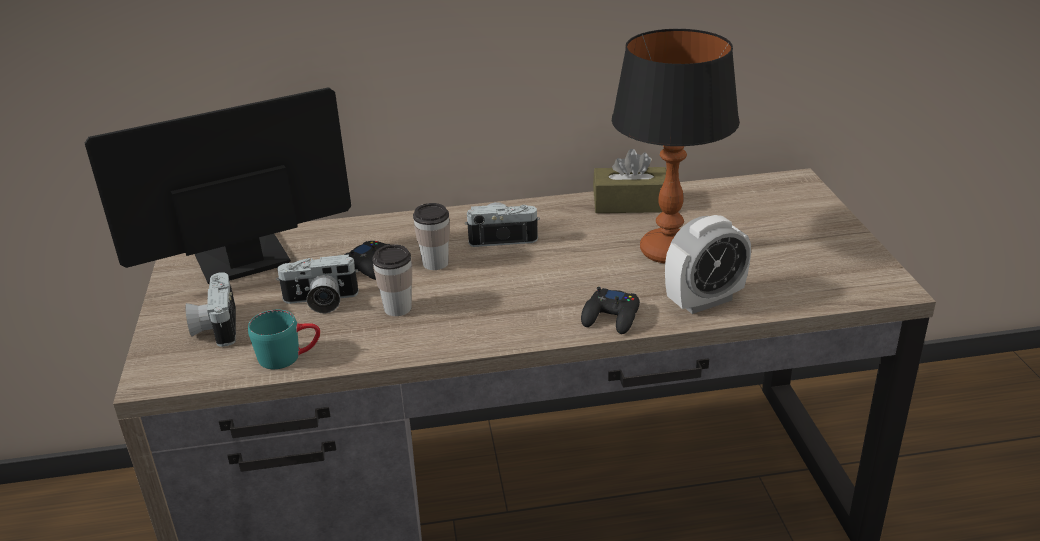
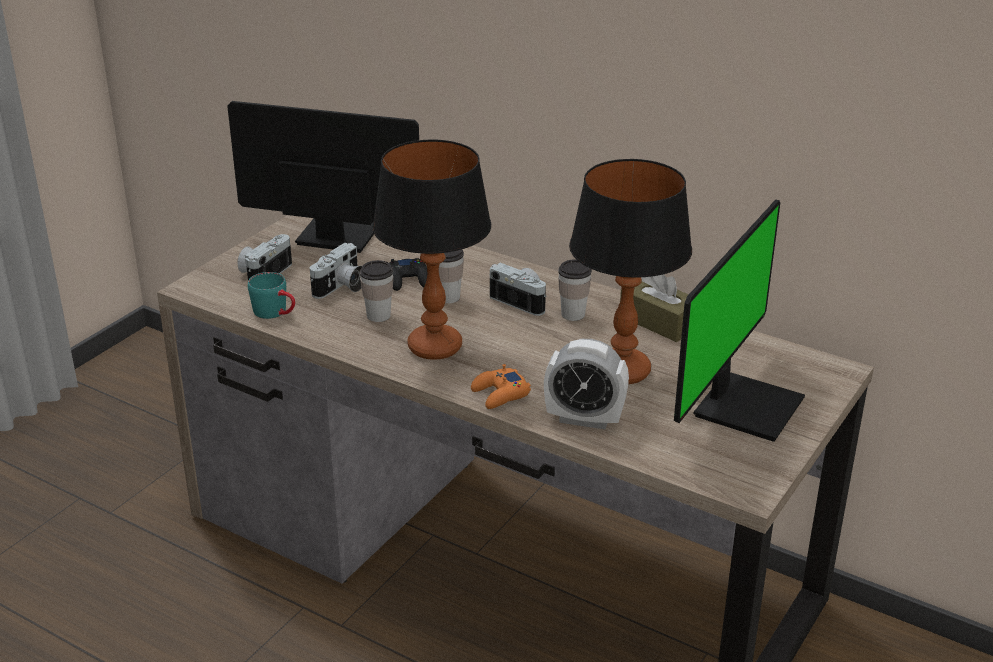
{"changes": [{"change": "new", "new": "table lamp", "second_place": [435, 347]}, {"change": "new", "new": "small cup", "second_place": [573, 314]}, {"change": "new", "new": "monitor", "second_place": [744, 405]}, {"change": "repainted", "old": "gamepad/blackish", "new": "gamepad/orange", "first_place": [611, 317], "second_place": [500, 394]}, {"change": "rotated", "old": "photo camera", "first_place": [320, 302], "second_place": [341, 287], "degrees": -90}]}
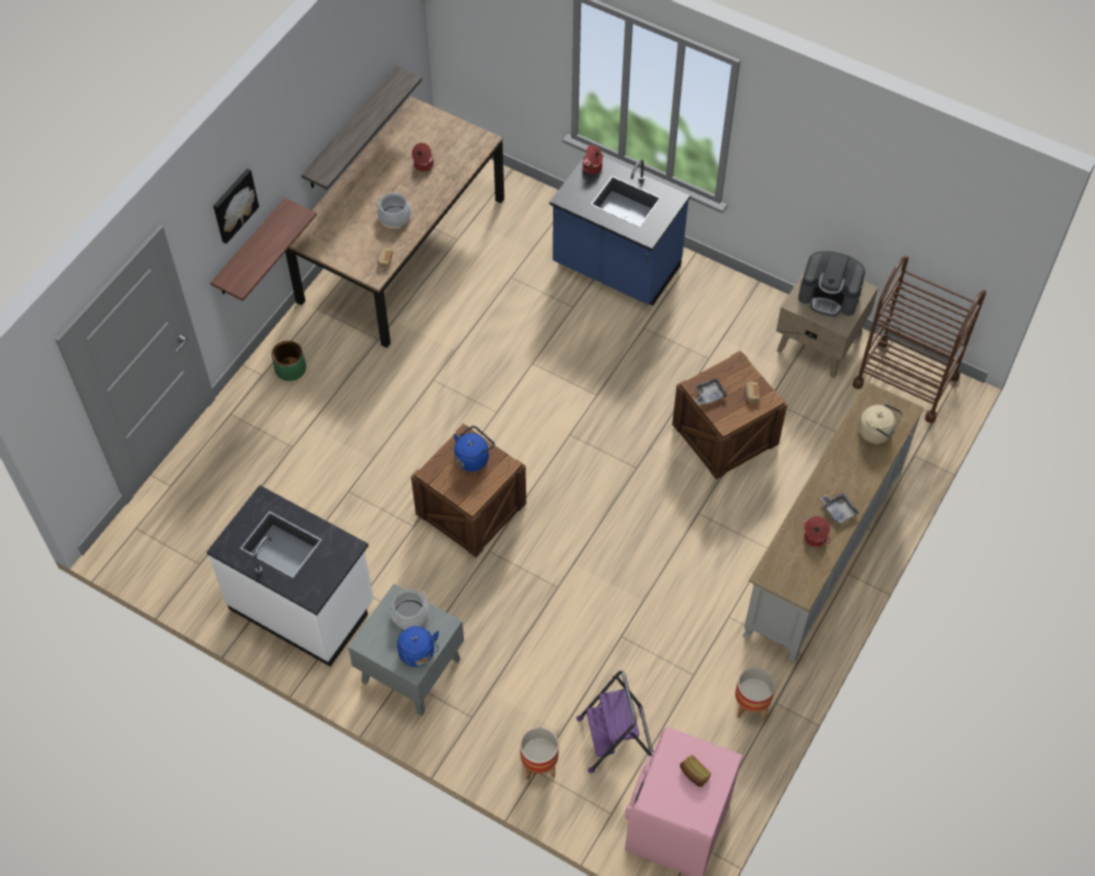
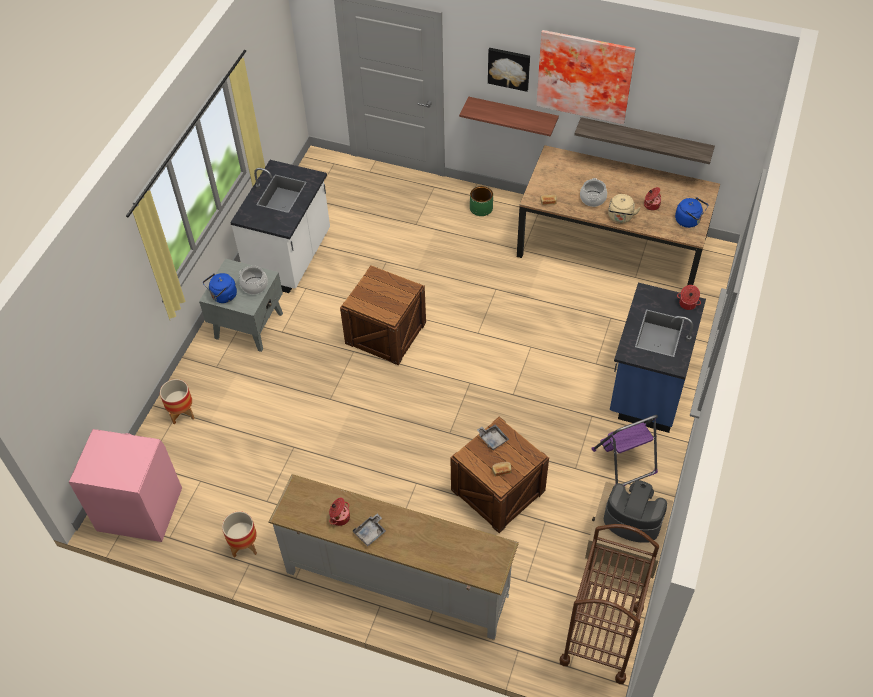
{"changes": [{"change": "gone", "old": "bakery bread", "first_place": [694, 774]}, {"change": "new", "new": "picture", "second_place": [585, 75]}, {"change": "shifted", "old": "water kettle/bluish", "first_place": [473, 457], "second_place": [689, 221]}, {"change": "shifted", "old": "stepladder/purplish", "first_place": [619, 738], "second_place": [625, 462]}, {"change": "shifted", "old": "water kettle/beige-coloured", "first_place": [877, 432], "second_place": [620, 217]}, {"change": "rotated", "old": "coffee machine", "first_place": [829, 296], "second_place": [632, 519], "degrees": 105}]}
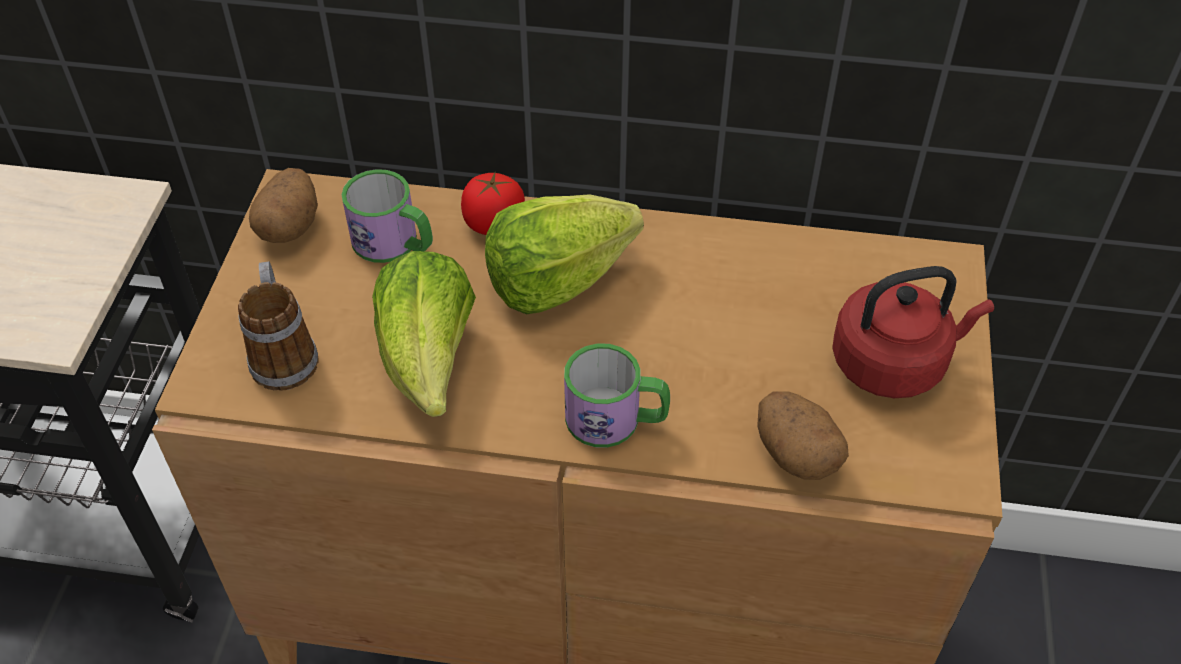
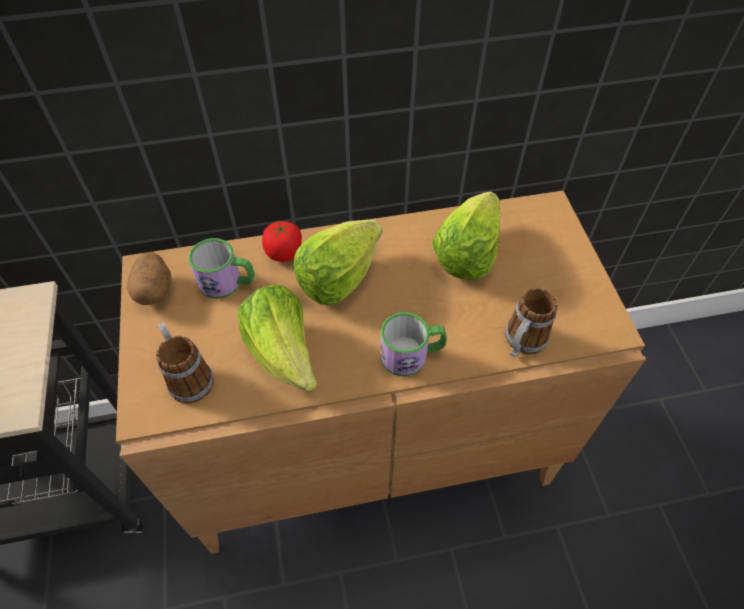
{"changes": [{"change": "gone", "old": "water kettle/red", "first_place": [894, 363]}, {"change": "new", "new": "lettuce head", "second_place": [467, 254]}, {"change": "swapped", "old": "potato", "new": "mug", "first_place": [796, 453], "second_place": [521, 343]}]}
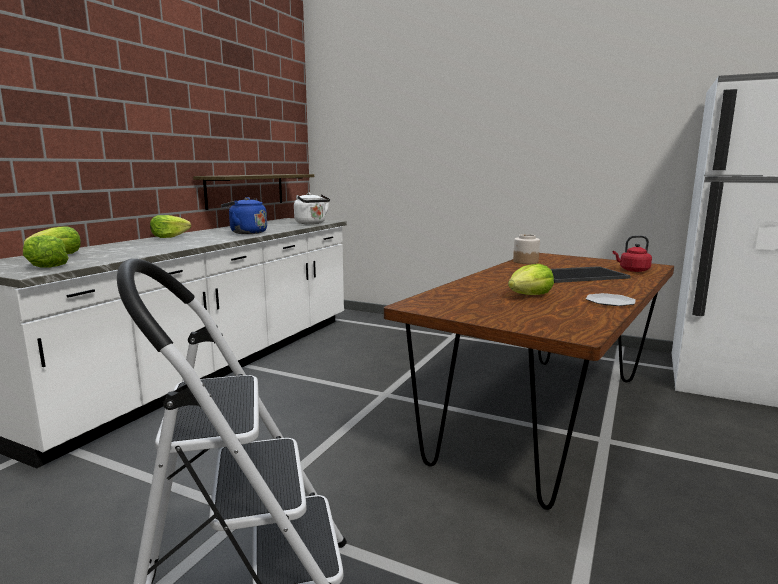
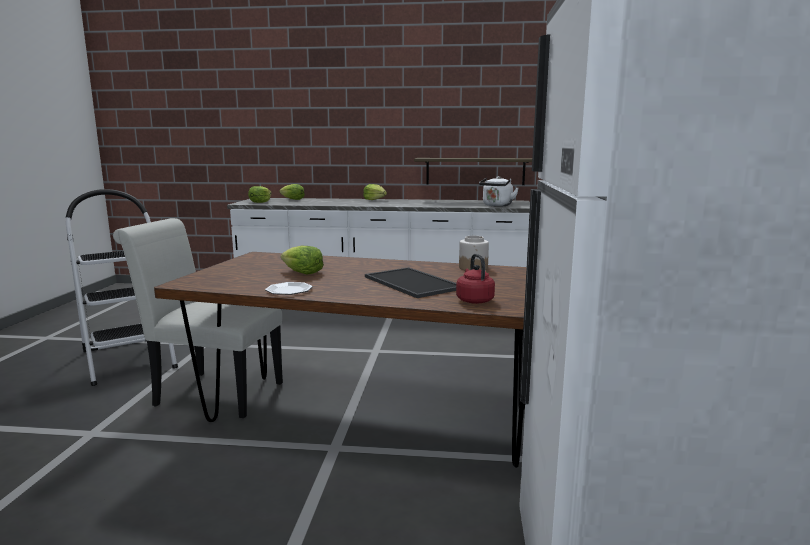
{"changes": [{"change": "gone", "old": "water kettle/bluish", "first_place": [246, 233]}, {"change": "new", "new": "plain chair/white-coloured", "second_place": [212, 393]}]}
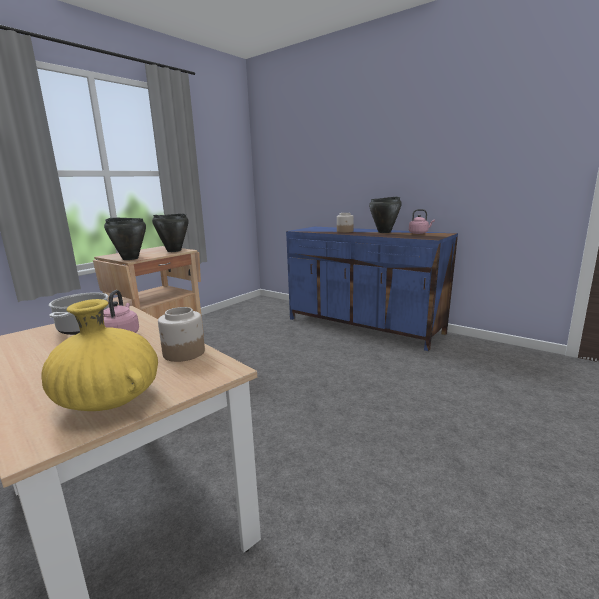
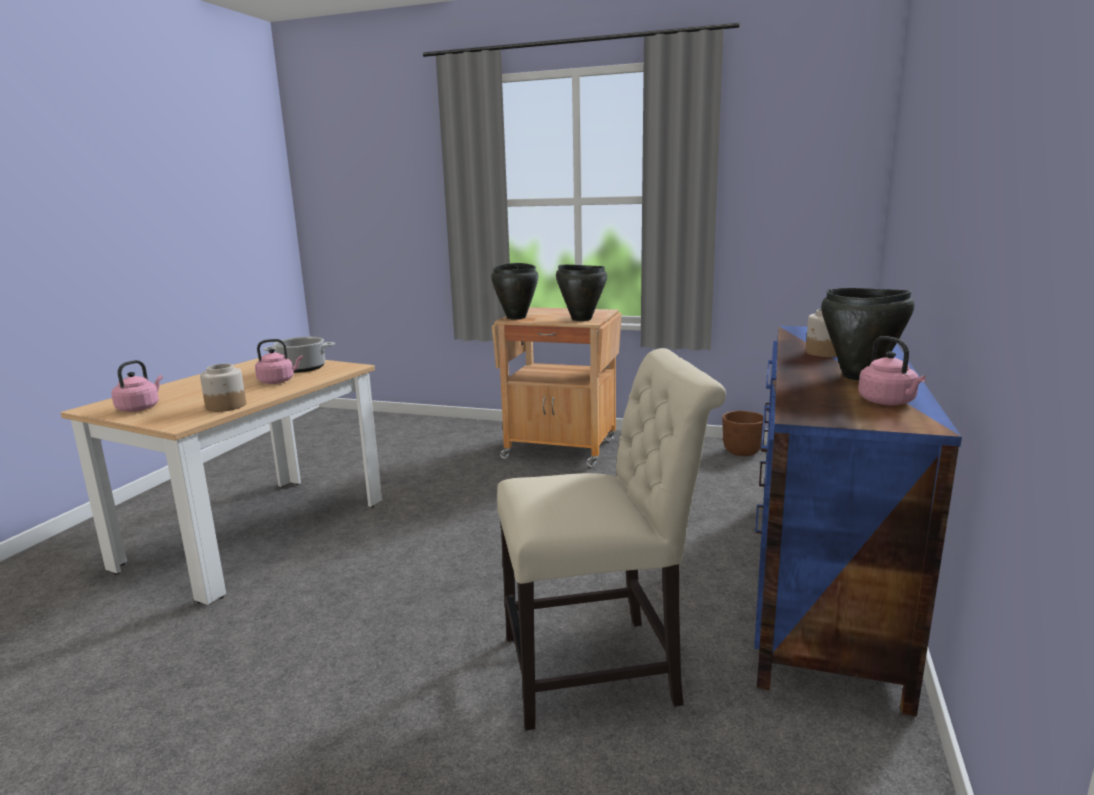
{"changes": [{"change": "new", "new": "plain chair/beige-coloured", "second_place": [602, 670]}, {"change": "new", "new": "flower pot/brownish", "second_place": [742, 452]}, {"change": "swapped", "old": "decorative vase/yellow", "new": "water kettle/pink-coloured", "first_place": [109, 401], "second_place": [140, 408]}]}
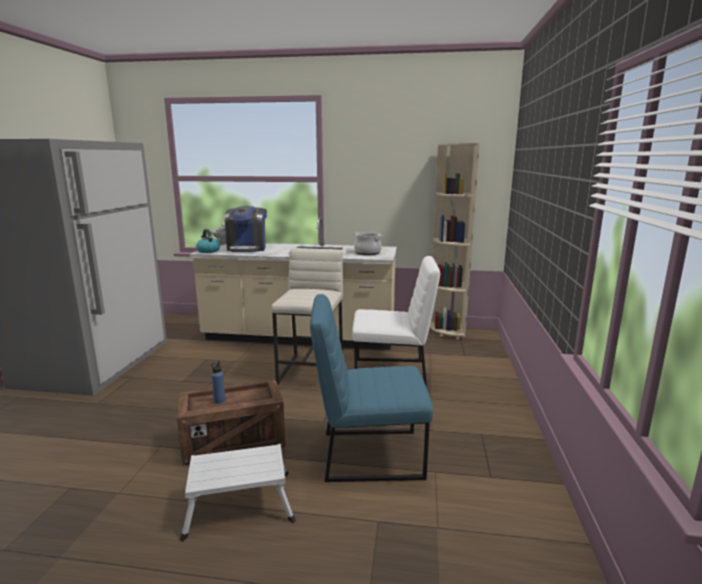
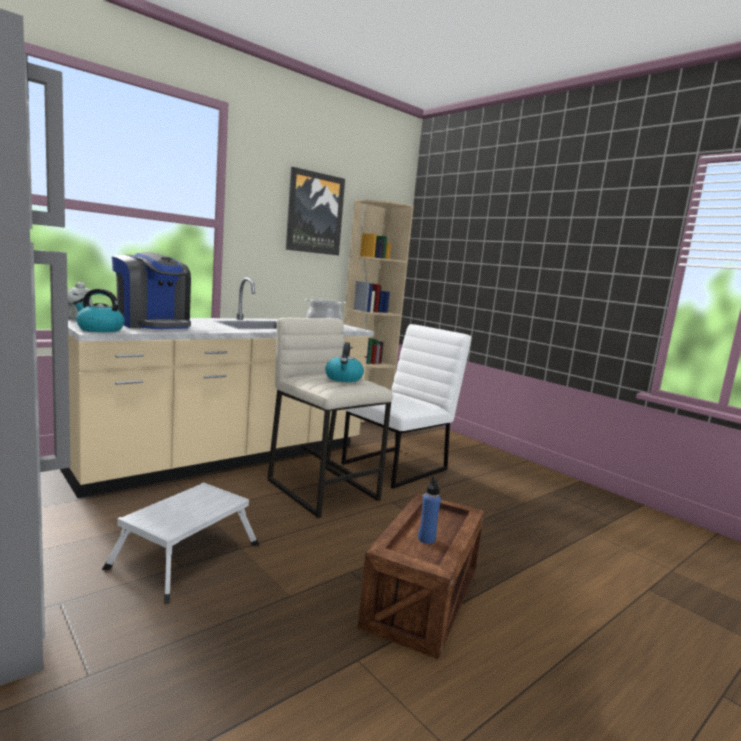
{"changes": [{"change": "gone", "old": "plain chair/bluish", "first_place": [368, 454]}, {"change": "new", "new": "picture", "second_place": [314, 213]}, {"change": "new", "new": "water kettle", "second_place": [343, 379]}, {"change": "shifted", "old": "stepladder/white-coloured", "first_place": [238, 504], "second_place": [185, 556]}]}
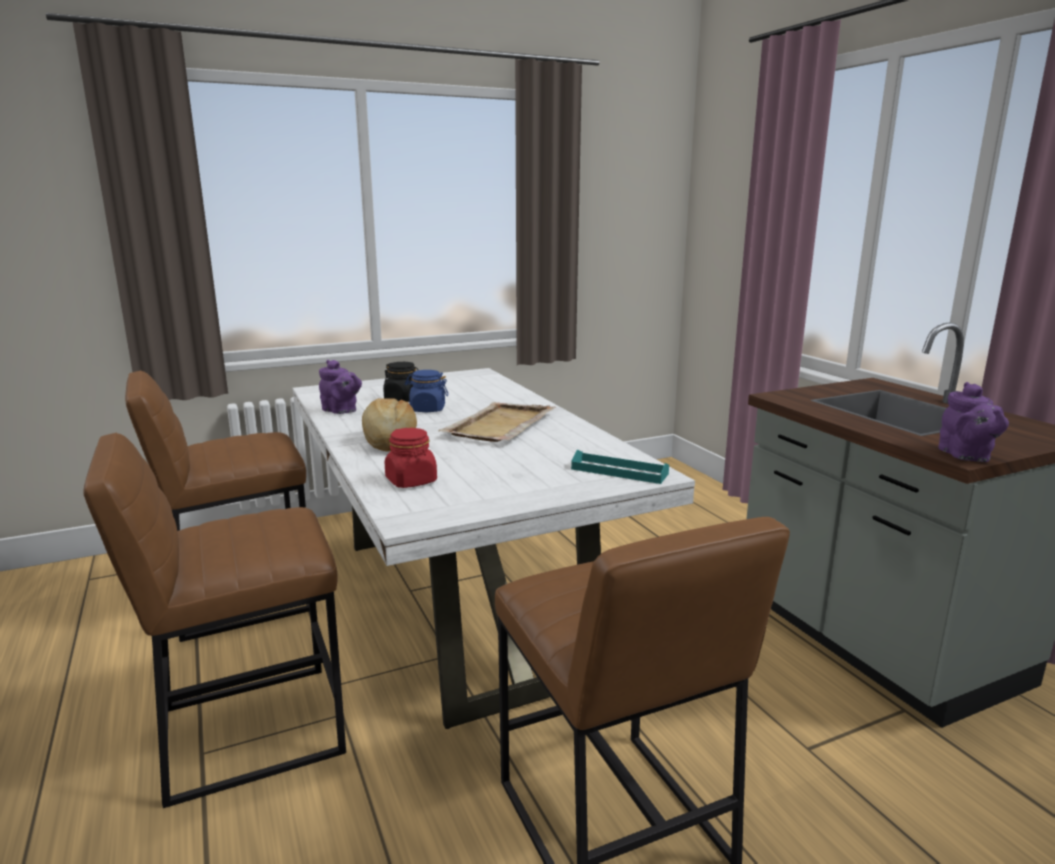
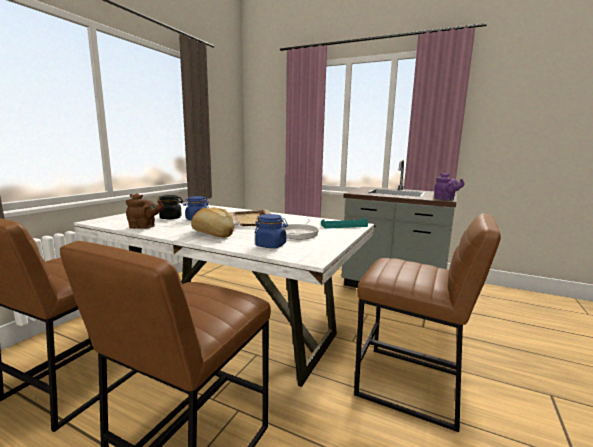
{"changes": [{"change": "new", "new": "skillet", "second_place": [299, 233]}, {"change": "repainted", "old": "tea pot/purplish", "new": "tea pot/brownish", "first_place": [341, 411], "second_place": [144, 227]}, {"change": "repainted", "old": "storage jar/red", "new": "storage jar/bluish", "first_place": [411, 481], "second_place": [271, 245]}]}
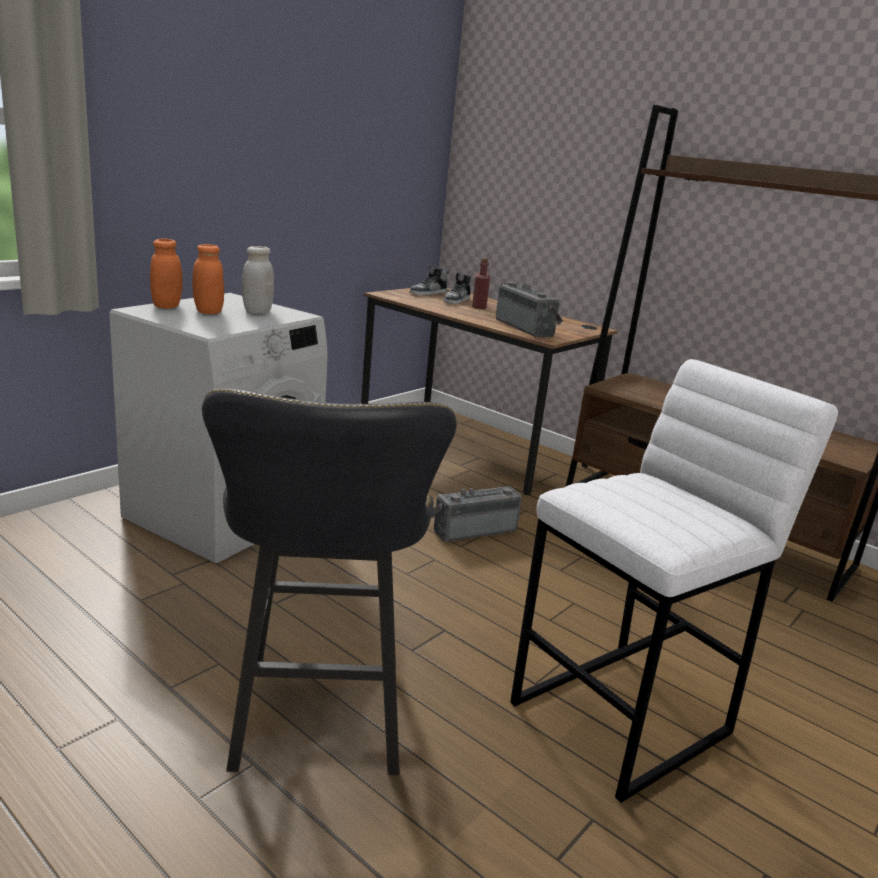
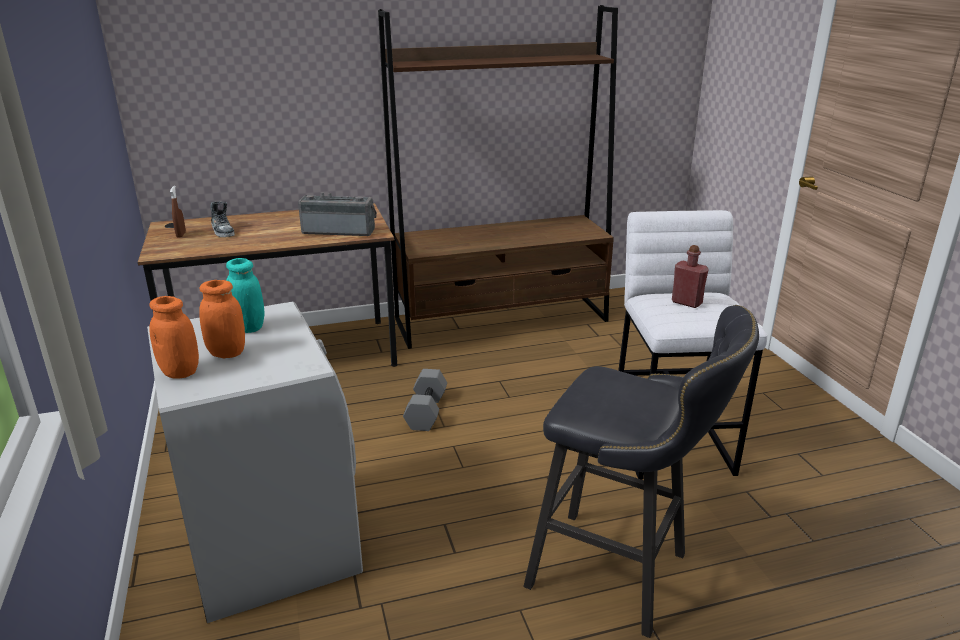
{"changes": [{"change": "shifted", "old": "beverage bottle/red", "first_place": [479, 306], "second_place": [686, 302]}, {"change": "swapped", "old": "shoe", "new": "sprayer/brownish", "first_place": [428, 293], "second_place": [181, 235]}, {"change": "swapped", "old": "radio receiver", "new": "dumbbell/grey", "first_place": [473, 529], "second_place": [425, 411]}, {"change": "repainted", "old": "storage jar/white-coloured", "new": "storage jar/blue-green", "first_place": [257, 311], "second_place": [248, 327]}]}
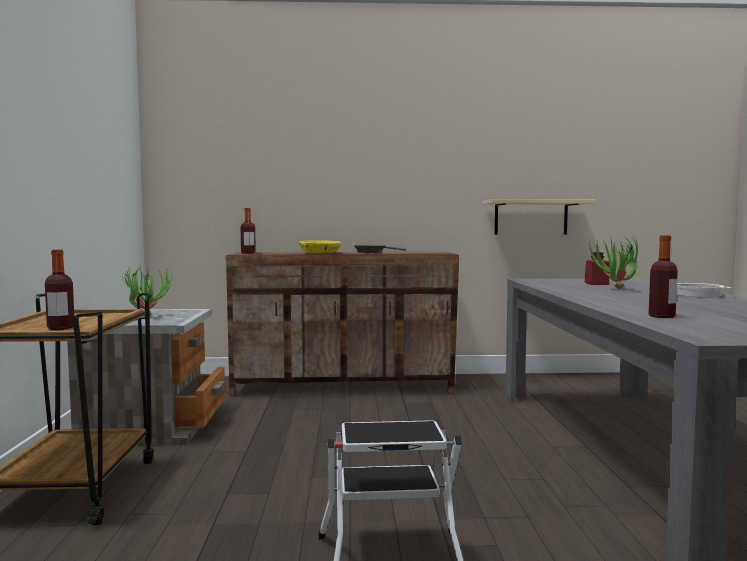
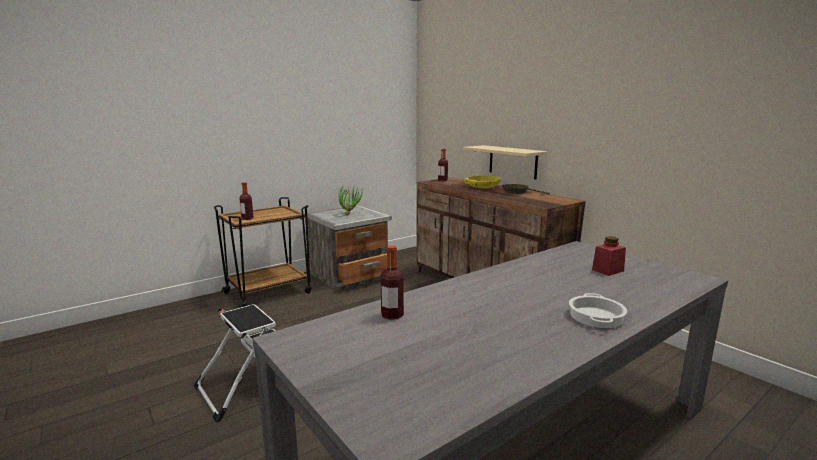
{"changes": [{"change": "gone", "old": "potted plant", "first_place": [615, 289]}, {"change": "shifted", "old": "bracket shelf/beige-coloured", "first_place": [531, 217], "second_place": [512, 161]}]}
